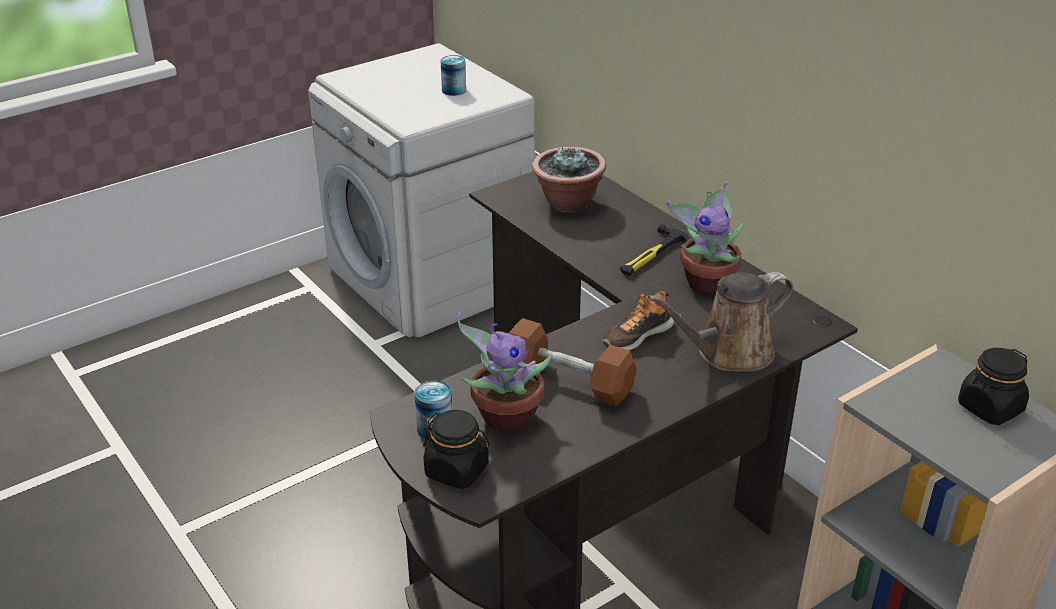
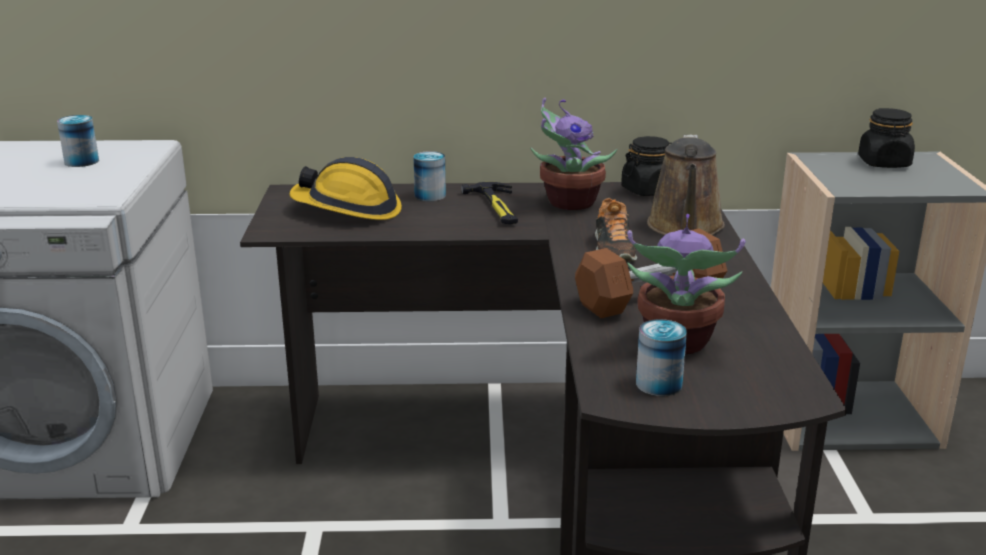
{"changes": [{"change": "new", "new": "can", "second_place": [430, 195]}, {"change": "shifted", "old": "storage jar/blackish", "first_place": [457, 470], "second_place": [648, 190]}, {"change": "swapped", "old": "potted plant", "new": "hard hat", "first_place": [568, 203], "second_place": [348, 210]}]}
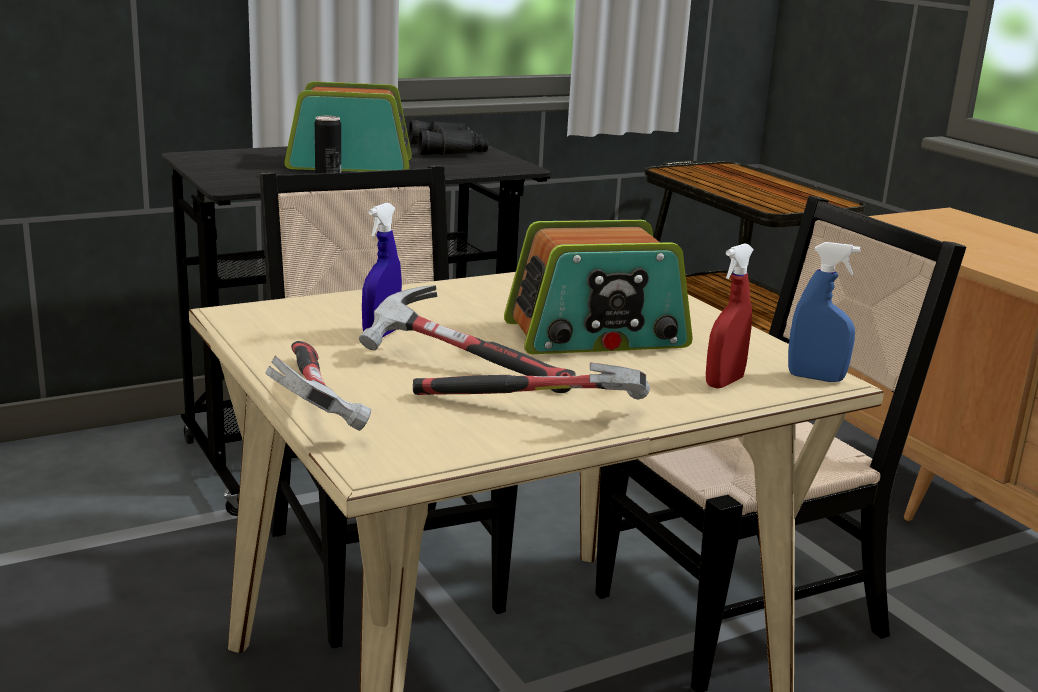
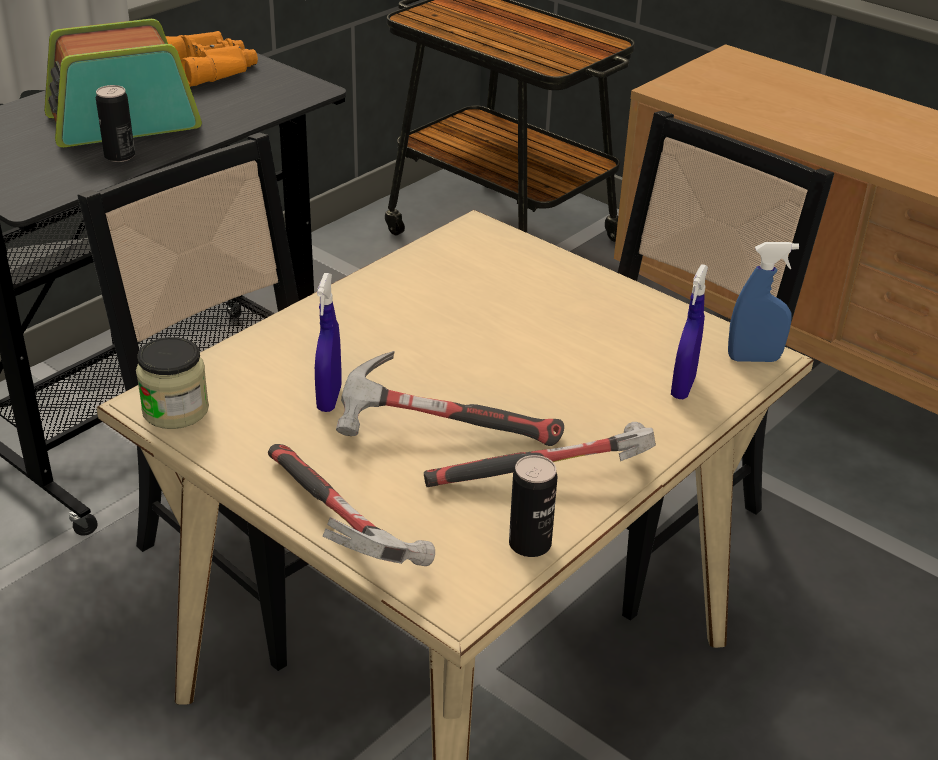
{"changes": [{"change": "gone", "old": "radio receiver", "first_place": [596, 335]}, {"change": "new", "new": "storage jar", "second_place": [175, 410]}, {"change": "new", "new": "can", "second_place": [530, 544]}, {"change": "repainted", "old": "field glasses/blackish", "new": "field glasses/orange", "first_place": [449, 149], "second_place": [211, 67]}, {"change": "repainted", "old": "sprayer/red", "new": "sprayer/bluish", "first_place": [724, 382], "second_place": [683, 387]}]}
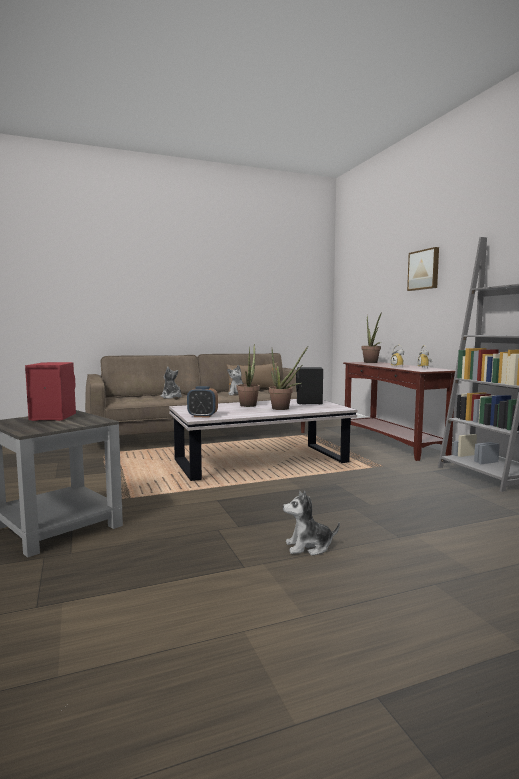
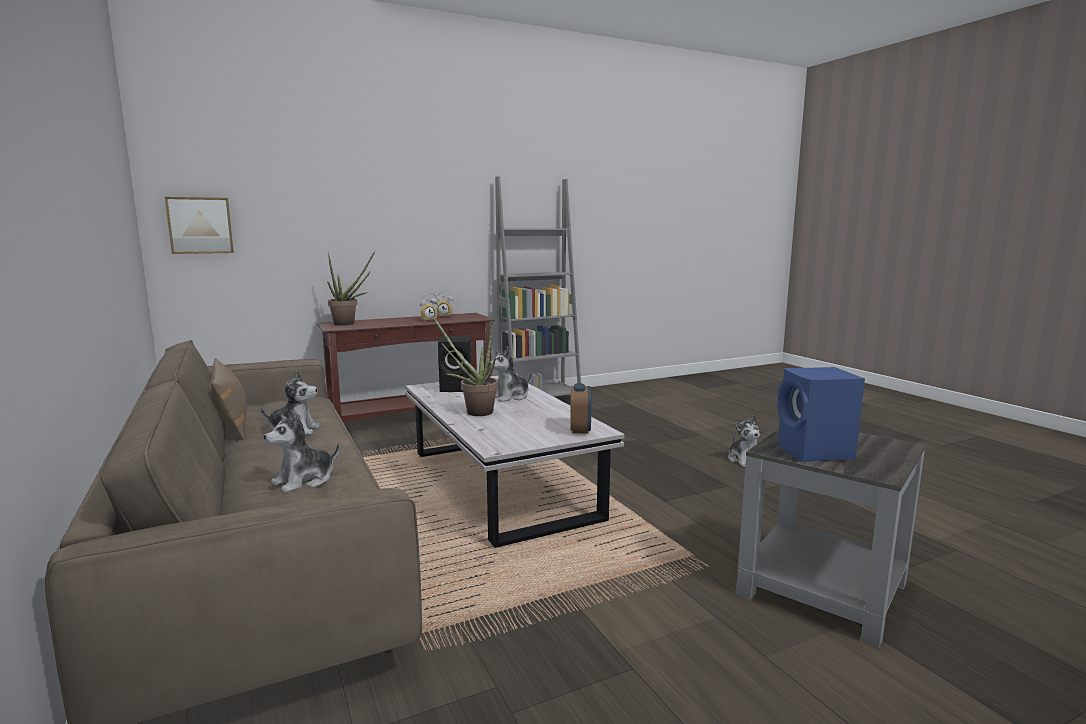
{"changes": [{"change": "shifted", "old": "picture", "first_place": [424, 270], "second_place": [200, 225]}, {"change": "swapped", "old": "potted plant", "new": "cuddly toy", "first_place": [284, 409], "second_place": [510, 397]}, {"change": "repainted", "old": "loudspeaker/red", "new": "loudspeaker/bluish", "first_place": [51, 417], "second_place": [815, 453]}]}
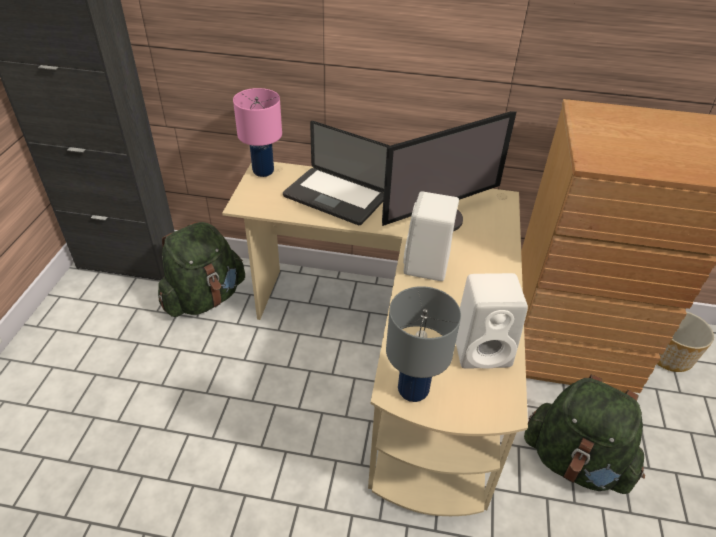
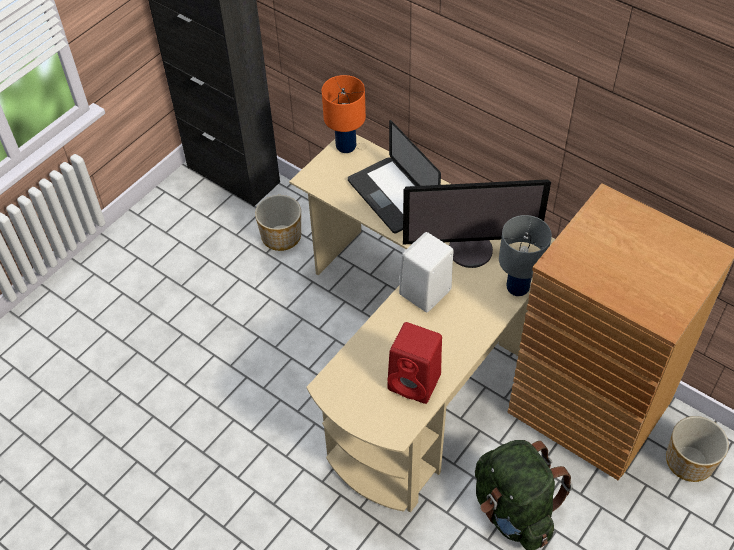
{"changes": [{"change": "shifted", "old": "table lamp/grey", "first_place": [414, 392], "second_place": [517, 289]}, {"change": "swapped", "old": "rucksack/green", "new": "flower pot", "first_place": [205, 298], "second_place": [281, 236]}, {"change": "repainted", "old": "table lamp/pink-coloured", "new": "table lamp/orange", "first_place": [262, 172], "second_place": [344, 147]}, {"change": "repainted", "old": "loudspeaker/white-coloured", "new": "loudspeaker/red", "first_place": [483, 350], "second_place": [416, 382]}]}
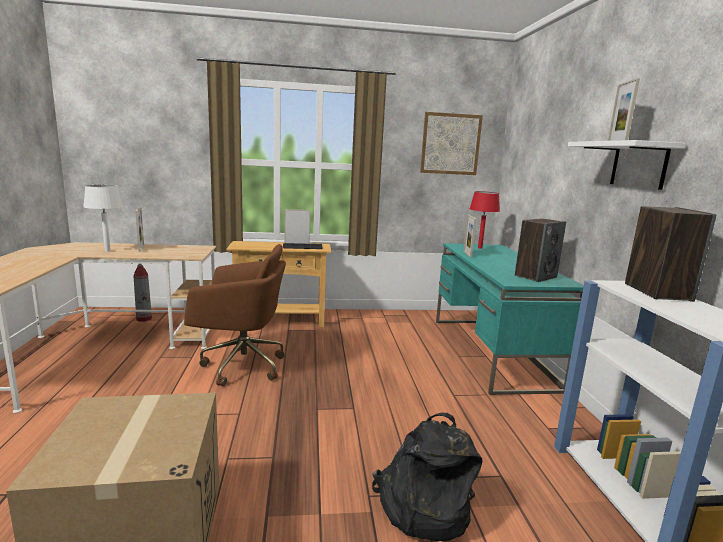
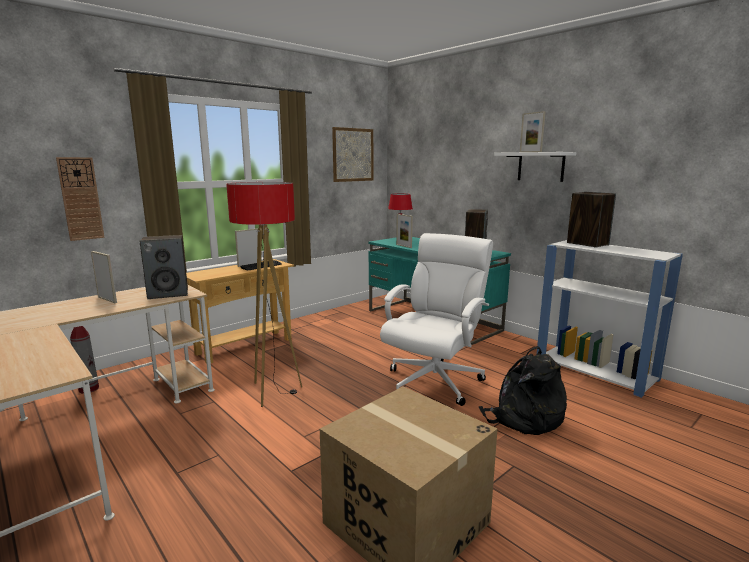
{"changes": [{"change": "gone", "old": "table lamp/white-coloured", "first_place": [107, 251]}, {"change": "new", "new": "hanging clock", "second_place": [80, 199]}, {"change": "new", "new": "loudspeaker", "second_place": [168, 294]}, {"change": "new", "new": "computer chair/white-coloured", "second_place": [434, 382]}, {"change": "swapped", "old": "computer chair/brownish", "new": "standard lamp", "first_place": [239, 366], "second_place": [273, 392]}]}
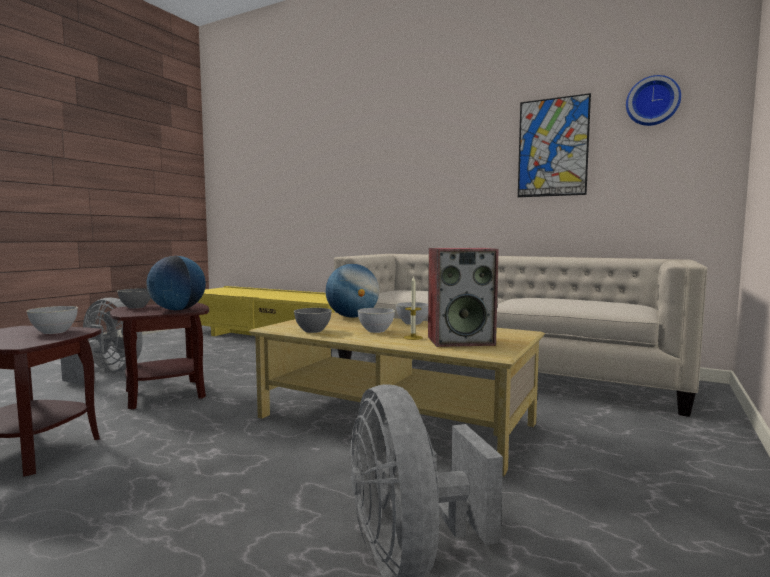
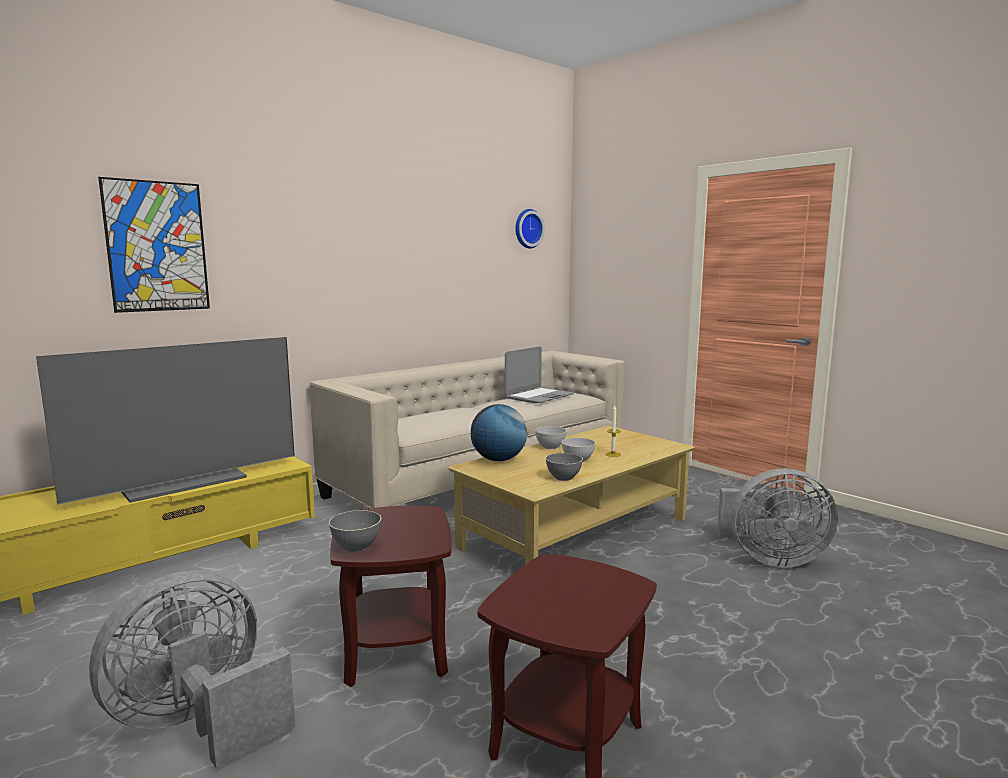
{"changes": [{"change": "gone", "old": "deep dish/grey", "first_place": [54, 332]}, {"change": "gone", "old": "globe", "first_place": [177, 310]}, {"change": "gone", "old": "loudspeaker", "first_place": [461, 340]}, {"change": "new", "new": "TV", "second_place": [185, 482]}, {"change": "new", "new": "portable computer", "second_place": [539, 396]}, {"change": "shifted", "old": "picture", "first_place": [552, 147], "second_place": [157, 246]}]}
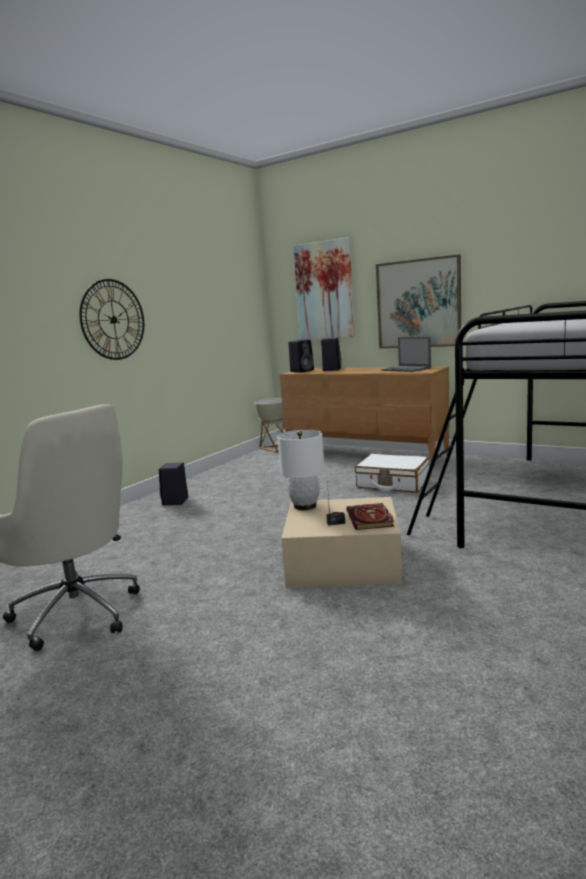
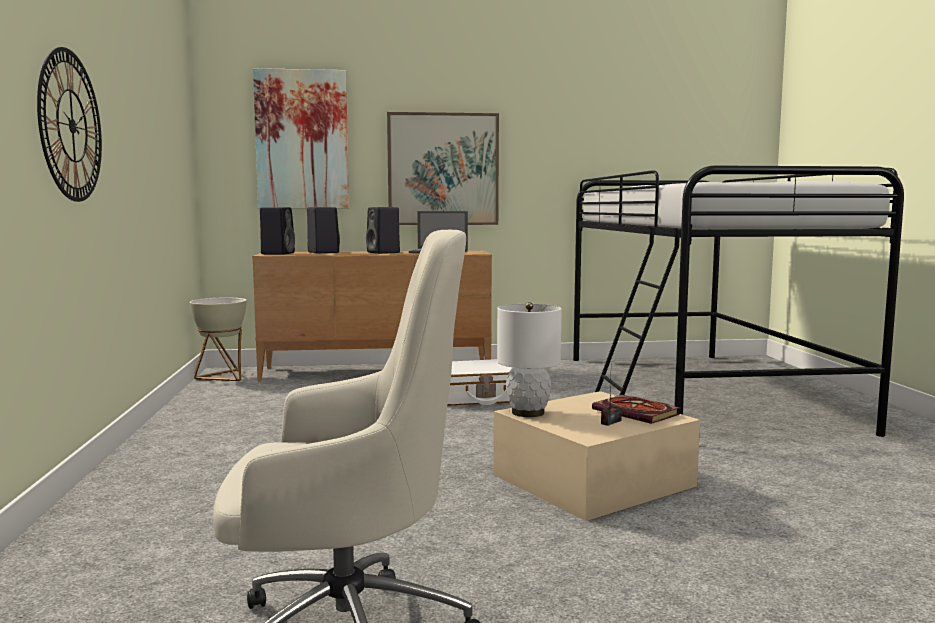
{"changes": [{"change": "shifted", "old": "loudspeaker/blackish", "first_place": [175, 502], "second_place": [384, 252]}]}
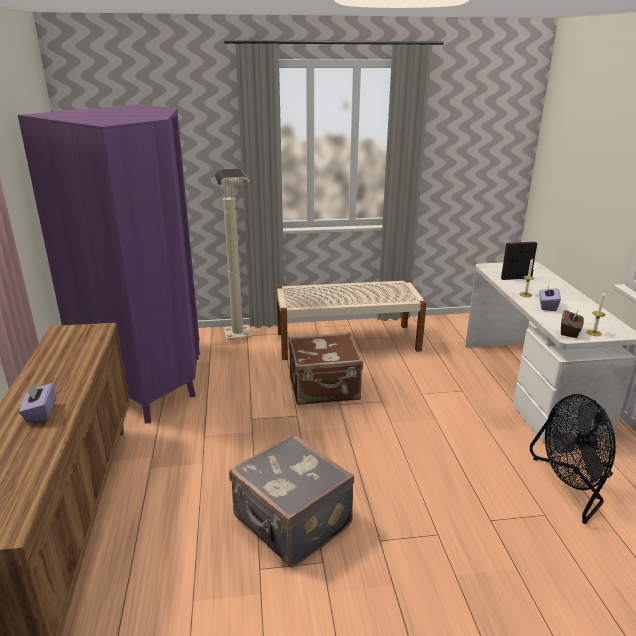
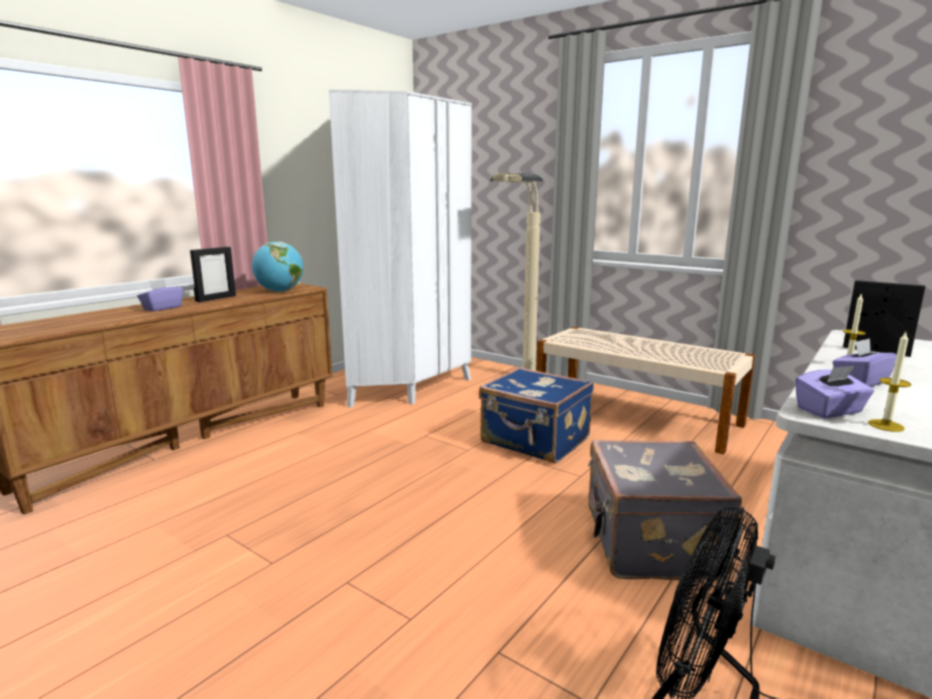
{"changes": [{"change": "new", "new": "photo frame", "second_place": [216, 298]}, {"change": "new", "new": "globe", "second_place": [279, 291]}, {"change": "shifted", "old": "suitcase/grey", "first_place": [291, 523], "second_place": [649, 543]}, {"change": "repainted", "old": "clothes cupboard/purplish", "new": "clothes cupboard/white-coloured", "first_place": [149, 376], "second_place": [405, 381]}, {"change": "repainted", "old": "suitcase/brownish", "new": "suitcase/bluish", "first_place": [324, 389], "second_place": [535, 441]}, {"change": "repainted", "old": "box of tissues/brownish", "new": "box of tissues/purplish", "first_place": [570, 332], "second_place": [830, 411]}]}
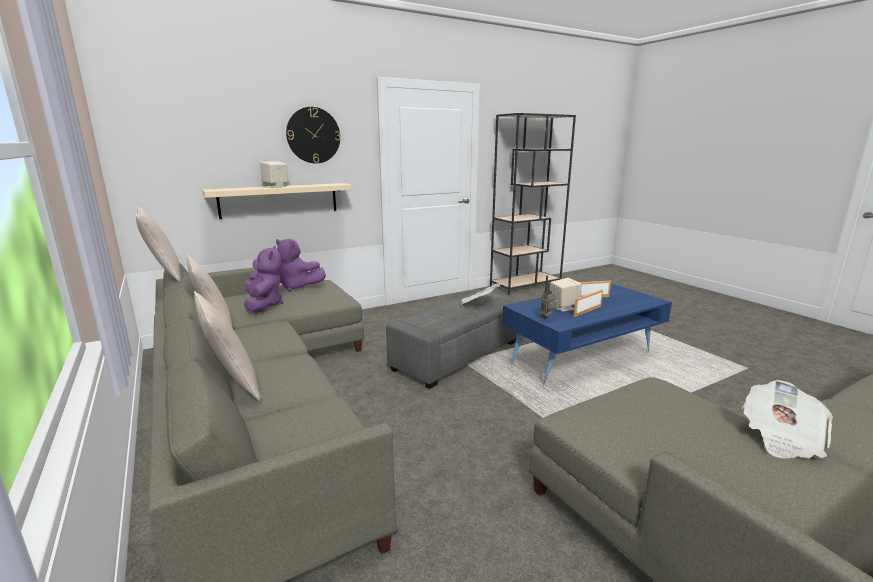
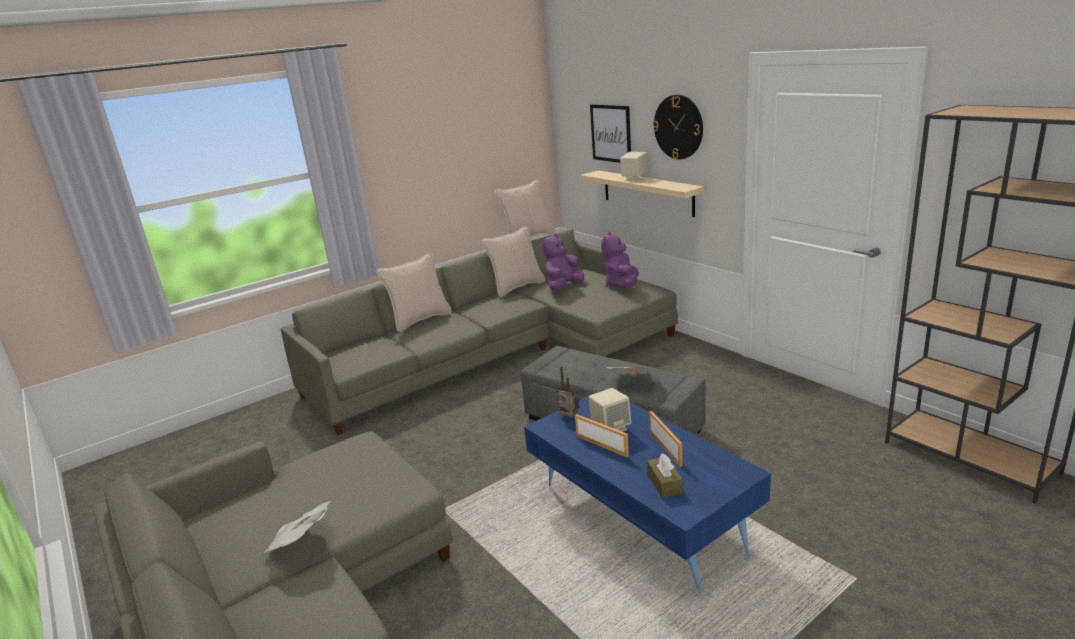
{"changes": [{"change": "new", "new": "picture", "second_place": [611, 133]}, {"change": "new", "new": "box of tissues/brownish", "second_place": [664, 484]}, {"change": "rotated", "old": "cuddly toy/purplish", "first_place": [264, 305], "second_place": [563, 287], "degrees": 150}]}
